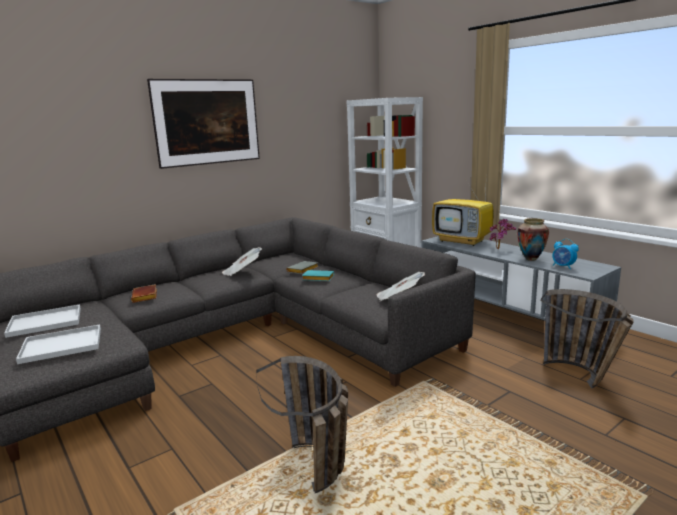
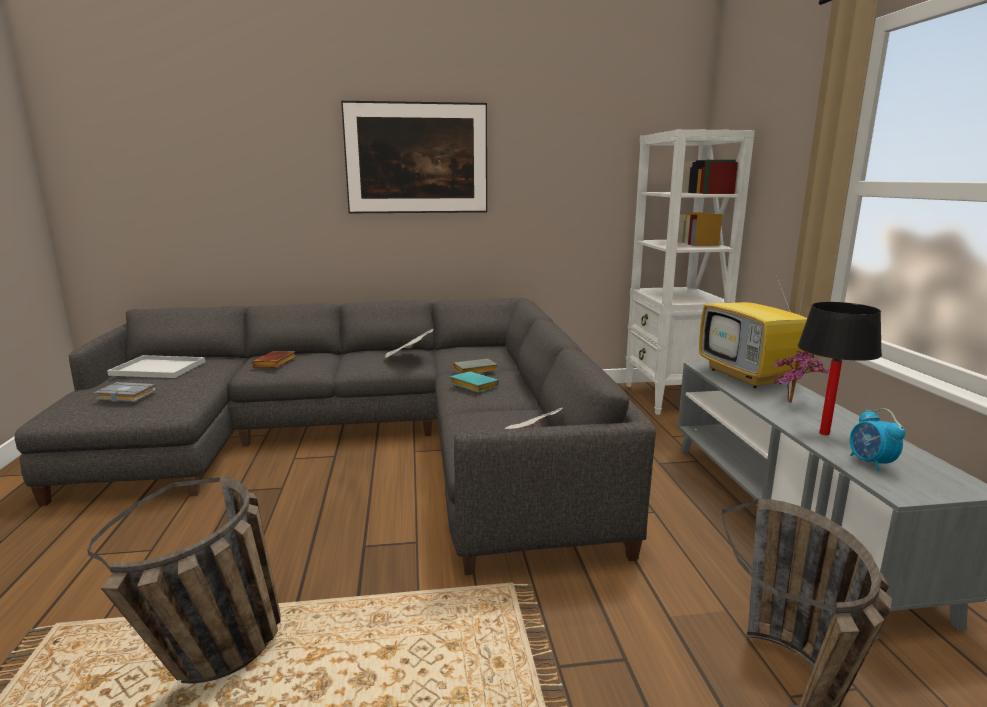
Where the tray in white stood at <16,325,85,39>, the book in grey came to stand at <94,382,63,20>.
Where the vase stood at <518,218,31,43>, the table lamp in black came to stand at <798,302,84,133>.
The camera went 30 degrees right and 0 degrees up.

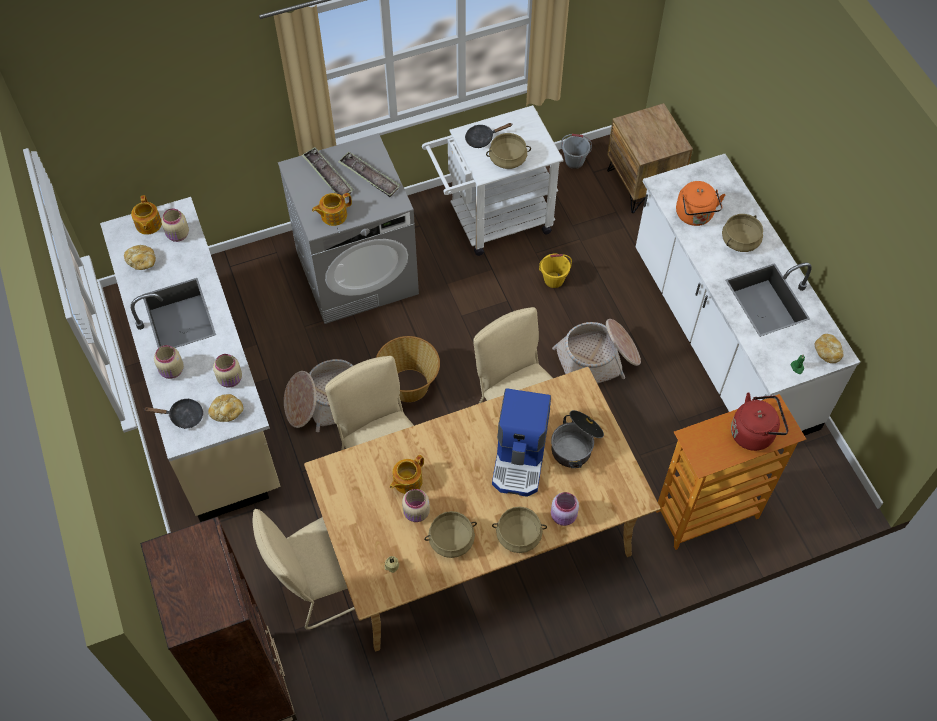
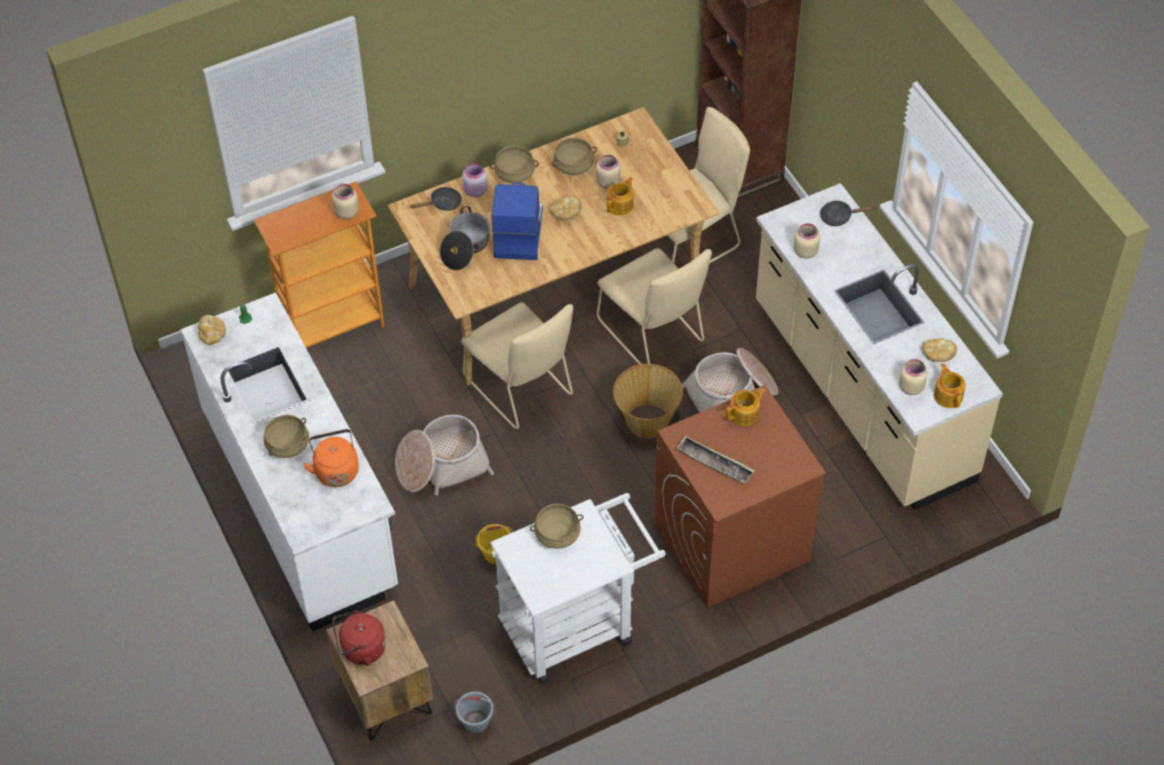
The jar in beige ended up elsewhere, having gone from <154,345,30,34> to <332,184,27,35>.
The bread ended up elsewhere, having gone from <208,394,35,28> to <550,196,32,25>.
What was the washing machine in grey at <278,133,141,191> turned into the washing machine in brown at <654,385,172,223>.
The second view lost the tray at <302,147,52,49>.
The frying pan in black ended up elsewhere, having gone from <465,123,47,25> to <411,187,51,24>.
The kettle in red ended up elsewhere, having gone from <731,392,58,59> to <332,610,54,56>.
The camera went 175 degrees right and 5 degrees down.

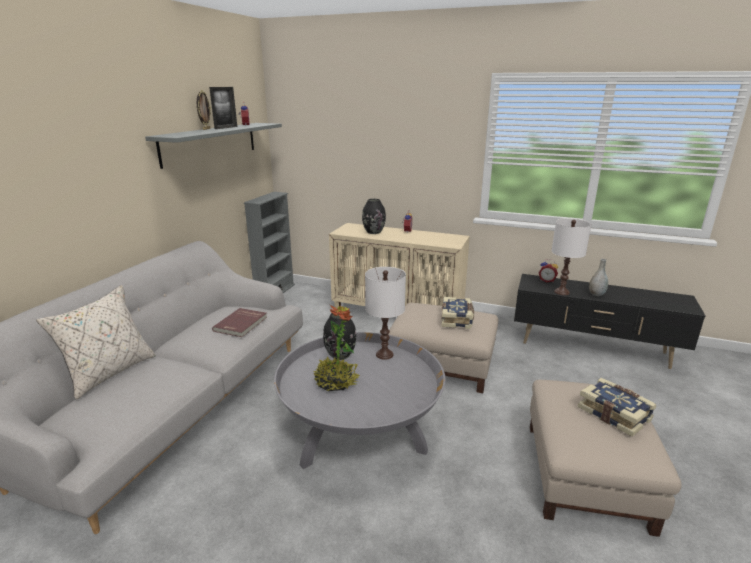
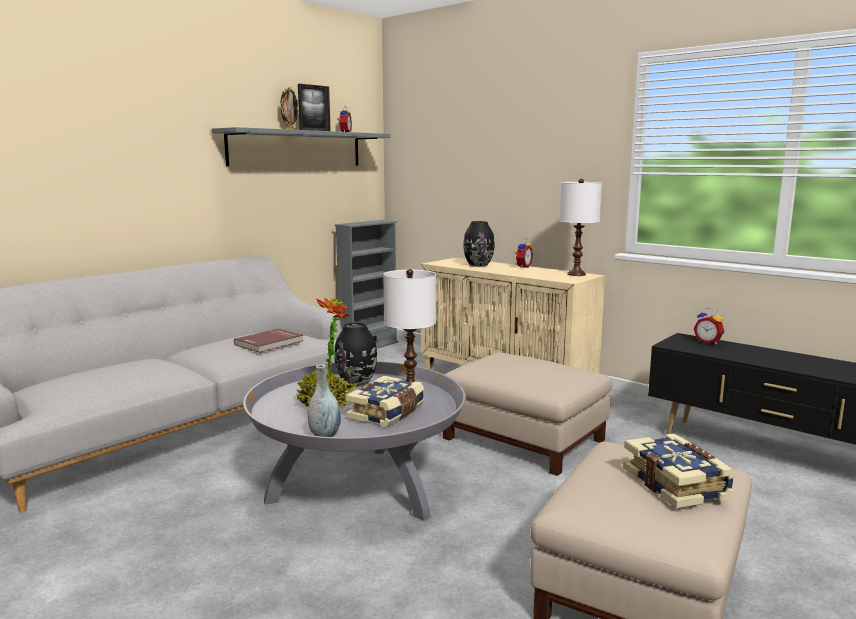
The second view lost the pillow in beige at <36,285,120,115>.
The book ended up elsewhere, having gone from <441,297,33,32> to <346,376,78,51>.
The table lamp in white ended up elsewhere, having gone from <552,218,39,77> to <559,179,43,97>.
The vase in grey ended up elsewhere, having gone from <589,259,19,37> to <308,364,33,73>.
The camera went 20 degrees right and 10 degrees down.

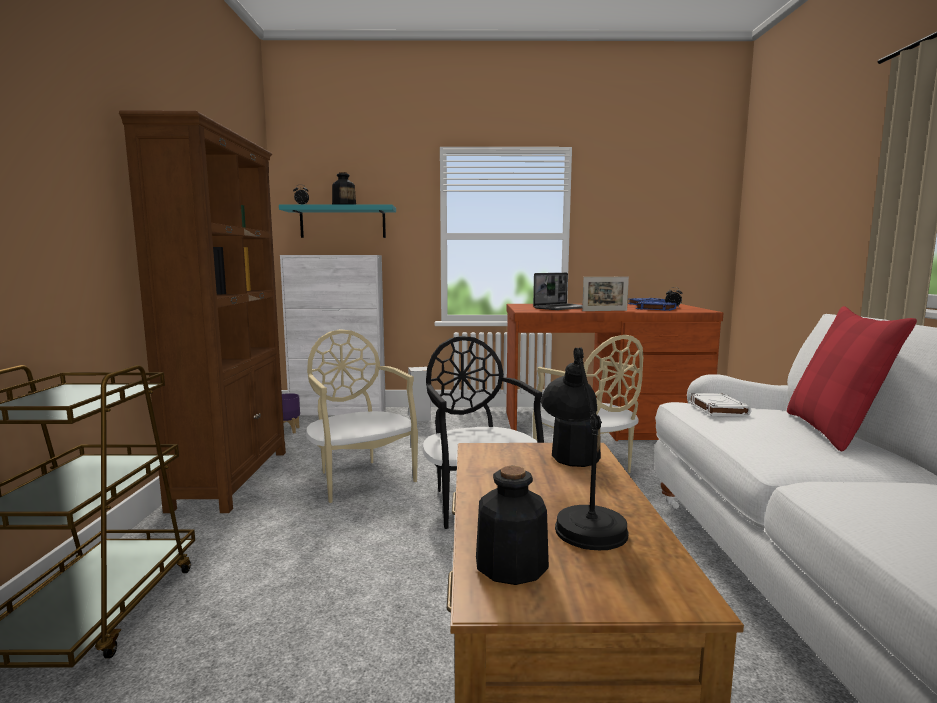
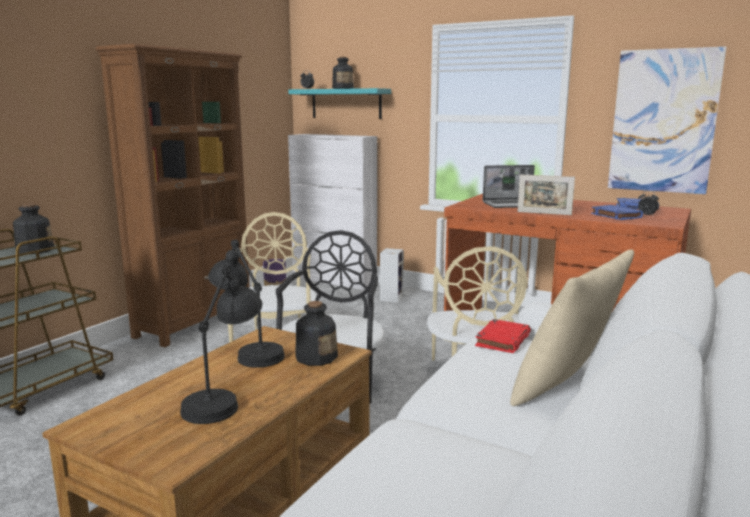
The bottle ended up elsewhere, having gone from <476,465,73,120> to <13,204,41,50>.
What was the book in white at <689,393,62,23> turned into the book in red at <475,319,56,34>.
What was the pillow in red at <787,306,130,145> turned into the pillow in beige at <510,249,124,157>.
The second view gained the table lamp in black at <208,240,77,128>.
The second view gained the picture at <608,47,118,147>.
The camera went 30 degrees right and 5 degrees up.

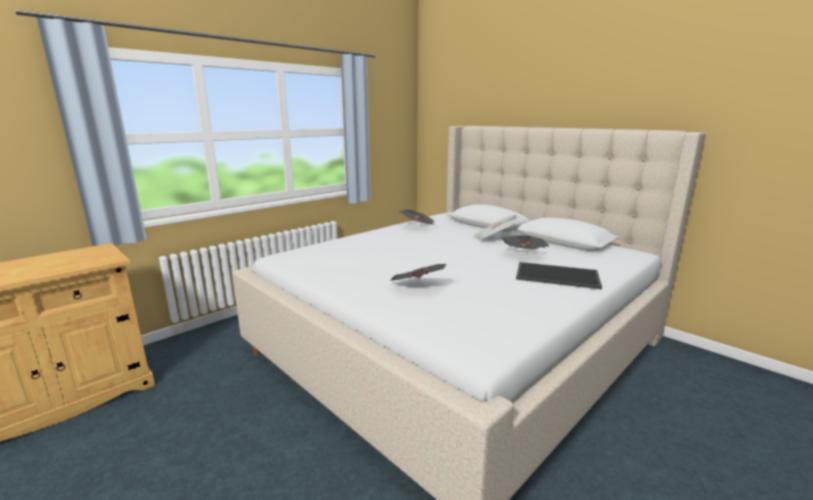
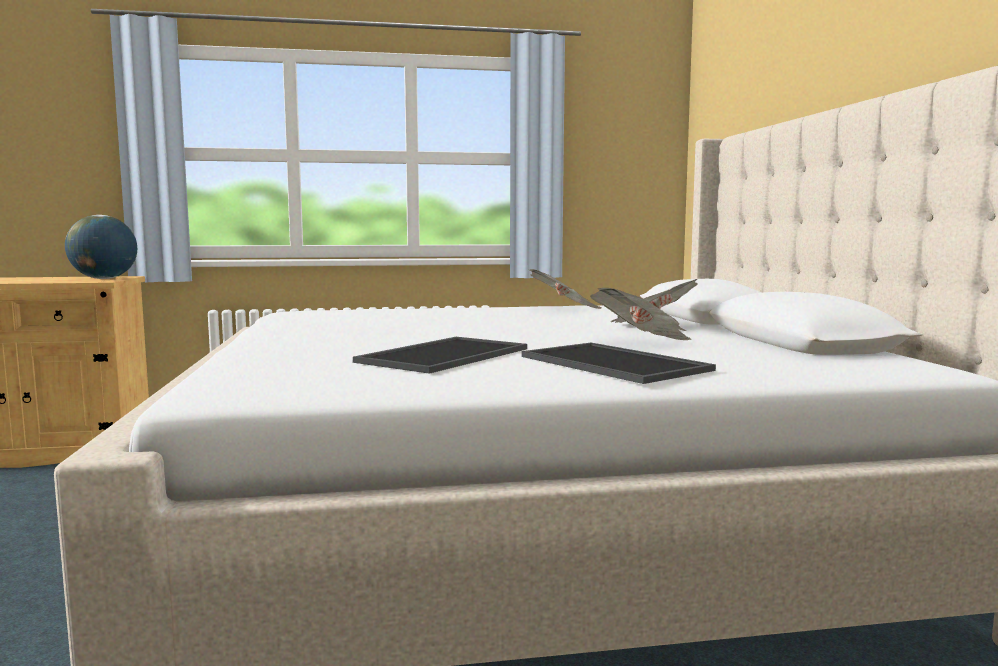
The second view lost the newspaper at <390,264,57,17>.
The second view gained the globe at <65,215,72,64>.
The second view gained the tray at <353,337,174,37>.
The camera went 35 degrees right and 10 degrees down.

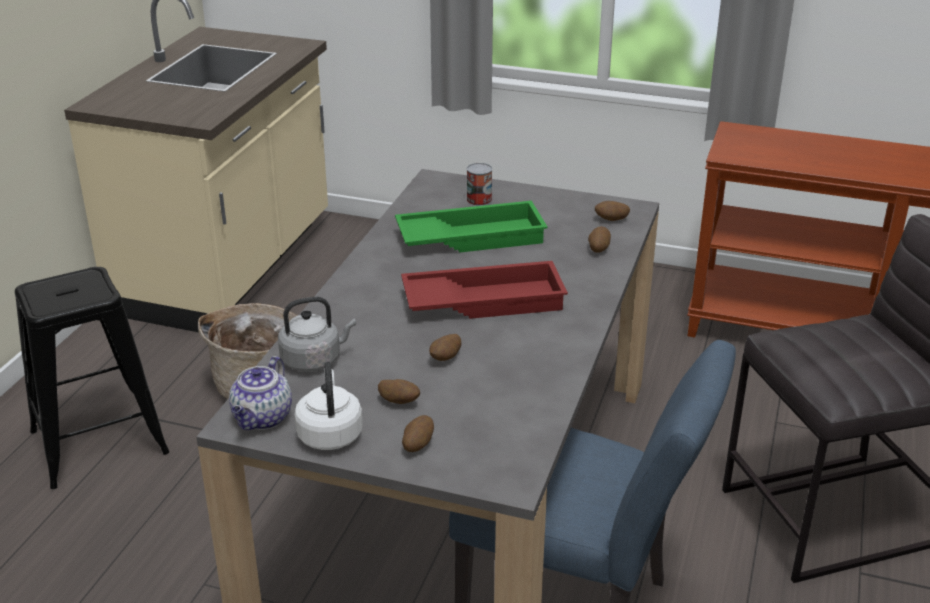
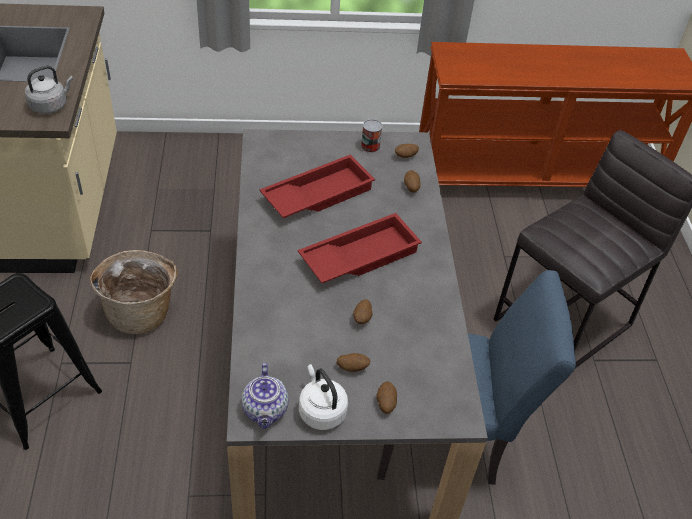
The kettle in grey ended up elsewhere, having gone from <278,297,78,75> to <25,65,48,49>.
What was the tray in green at <395,201,153,52> turned into the tray in red at <259,154,116,64>.
The can ended up elsewhere, having gone from <467,163,25,43> to <361,119,22,34>.
The camera went 25 degrees left and 15 degrees up.

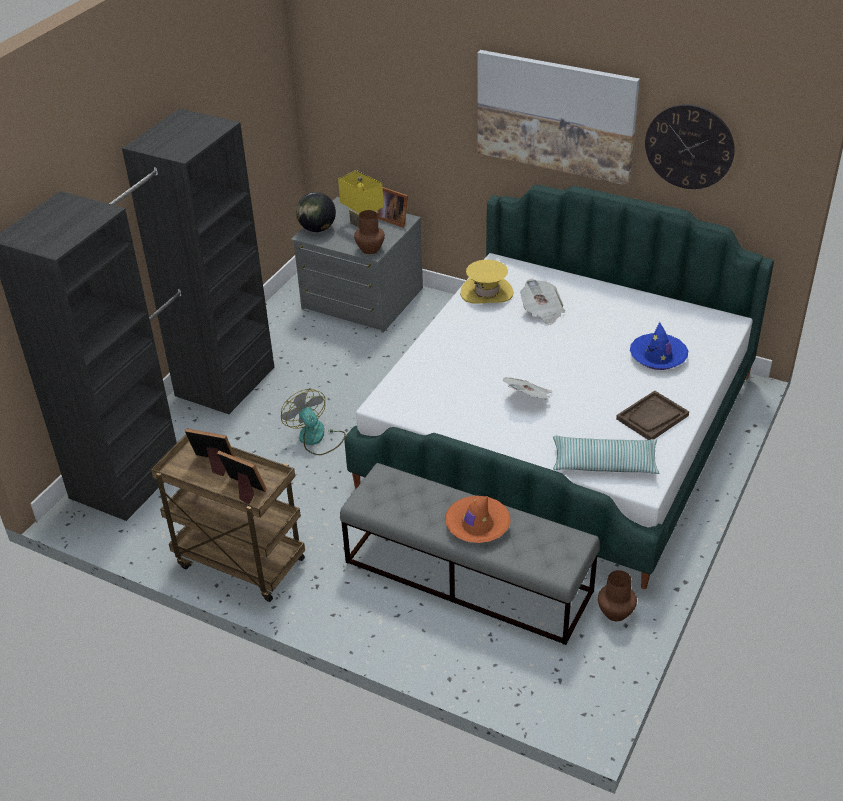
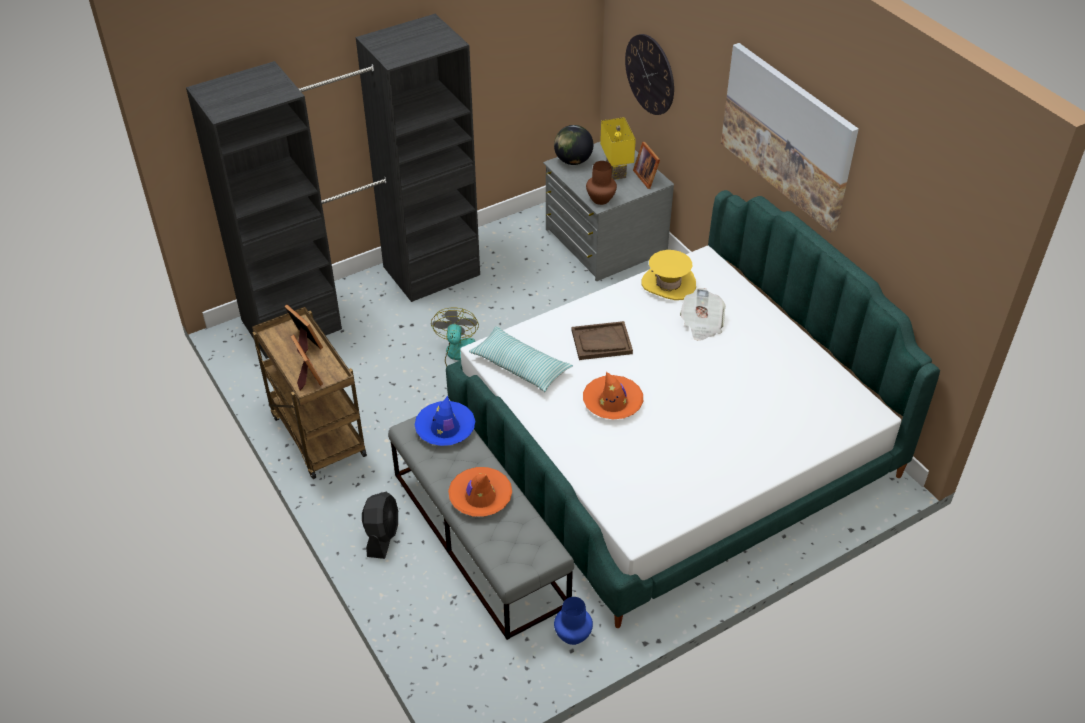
Where the newspaper stood at <503,377,49,23>, the hat in orange came to stand at <583,372,60,47>.
The pillow ended up elsewhere, having gone from <553,435,106,39> to <469,326,104,66>.
What was the vase in brown at <598,570,39,52> turned into the vase in blue at <554,597,39,48>.
The tray in brown ended up elsewhere, having gone from <616,391,73,49> to <572,321,61,39>.
The hat in blue ended up elsewhere, having gone from <630,322,58,48> to <415,396,60,50>.
The wall clock ended up elsewhere, having gone from <645,104,90,85> to <625,34,49,81>.
The second view gained the fan in black at <362,492,36,67>.
The camera went 30 degrees right and 5 degrees up.

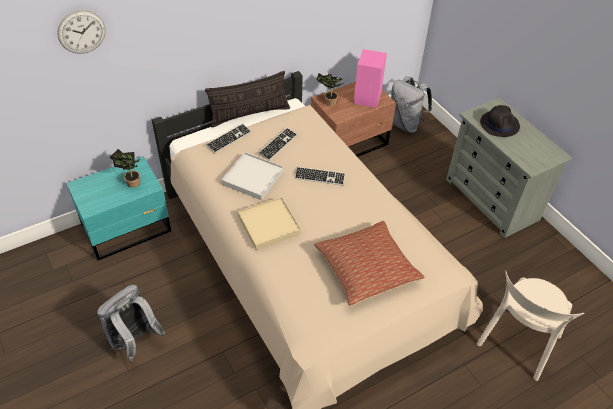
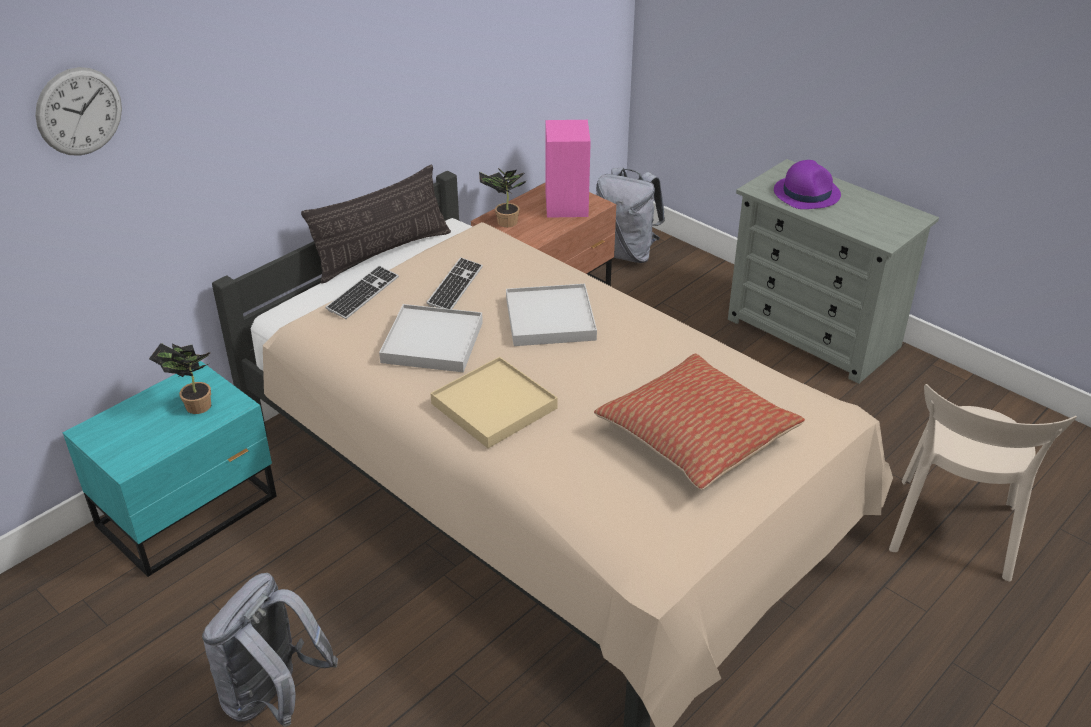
Where the keyboard stood at <295,167,51,19>, the tray in white came to stand at <506,284,91,62>.
What was the hat in black at <480,105,40,32> turned into the hat in purple at <774,160,67,49>.
The camera went 15 degrees left and 10 degrees down.

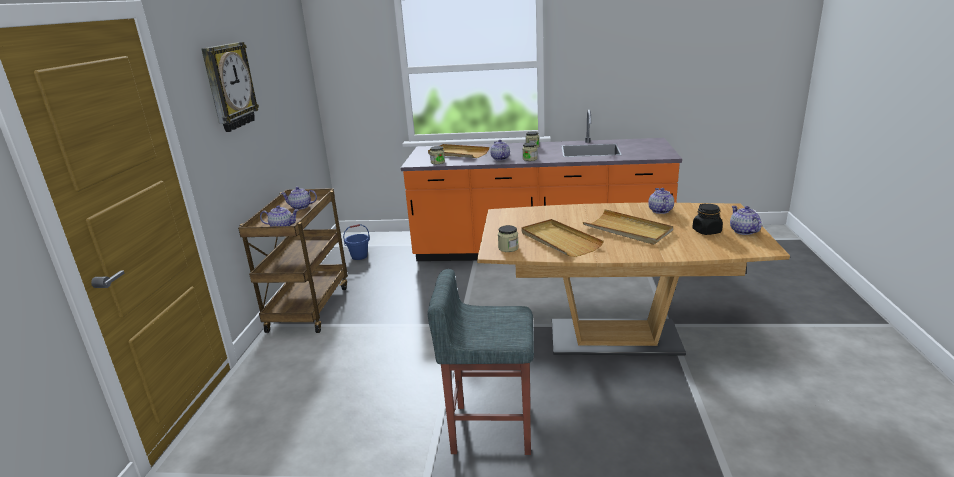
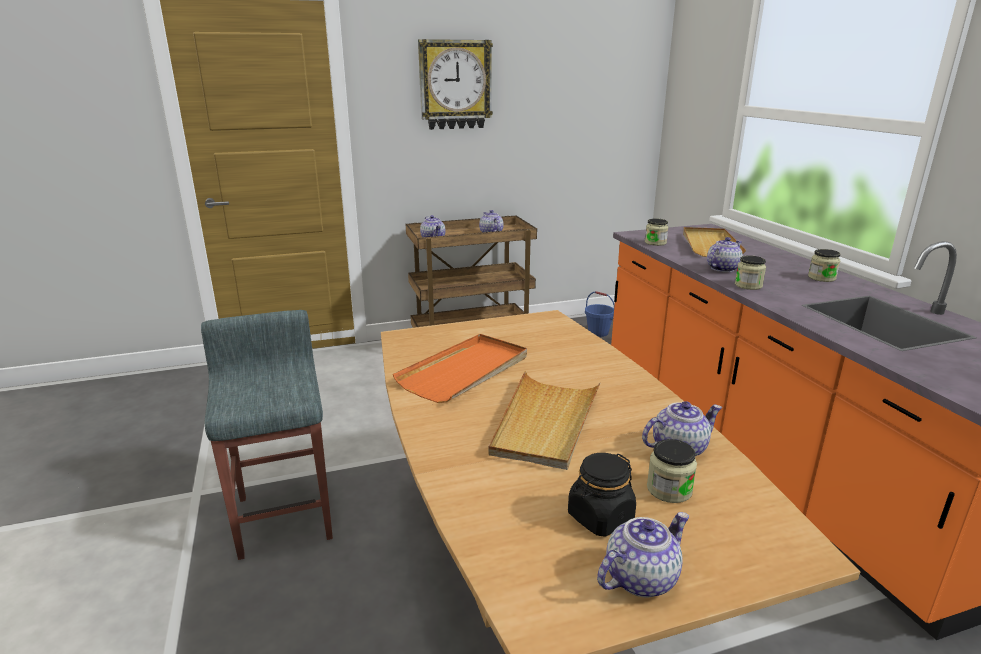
The jar ended up elsewhere, having gone from <498,225,21,27> to <647,439,50,64>.
What was the tray in beige at <521,219,83,38> turned into the tray in orange at <393,334,134,69>.
The camera went 65 degrees right and 0 degrees up.

